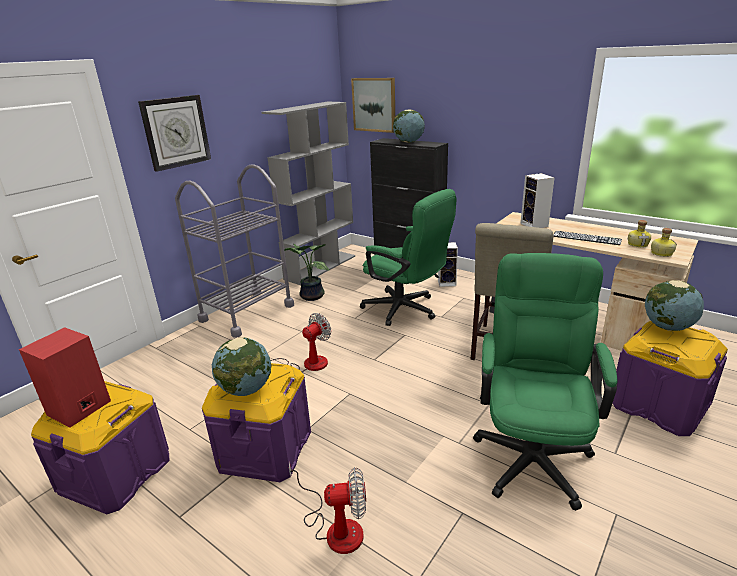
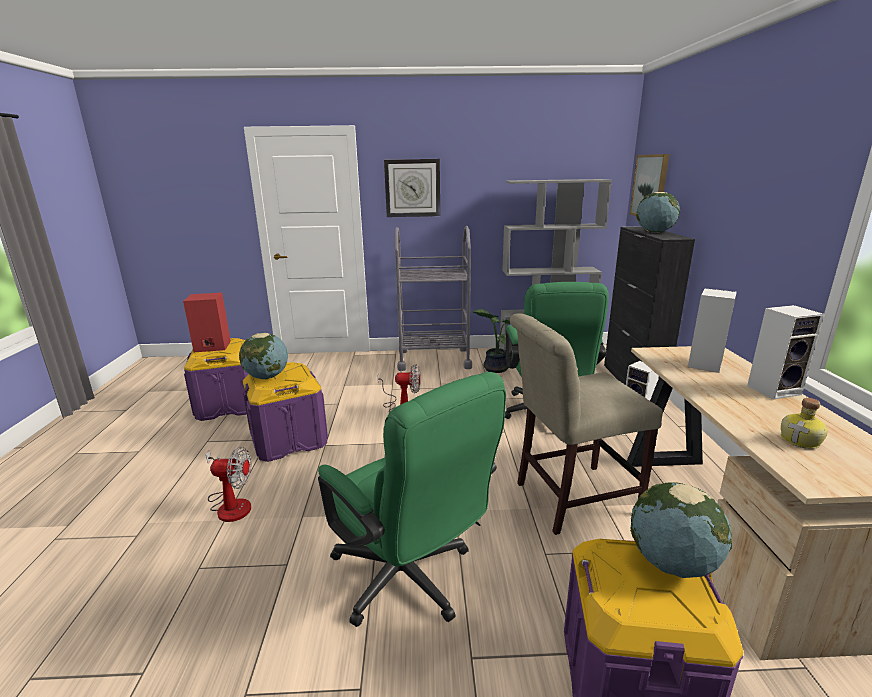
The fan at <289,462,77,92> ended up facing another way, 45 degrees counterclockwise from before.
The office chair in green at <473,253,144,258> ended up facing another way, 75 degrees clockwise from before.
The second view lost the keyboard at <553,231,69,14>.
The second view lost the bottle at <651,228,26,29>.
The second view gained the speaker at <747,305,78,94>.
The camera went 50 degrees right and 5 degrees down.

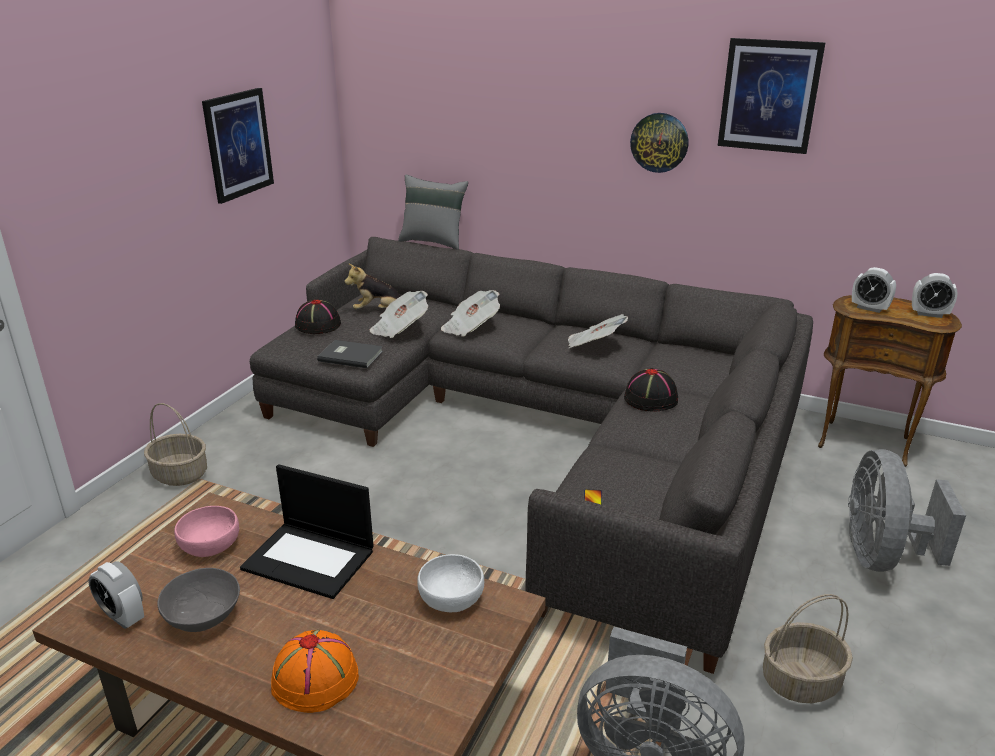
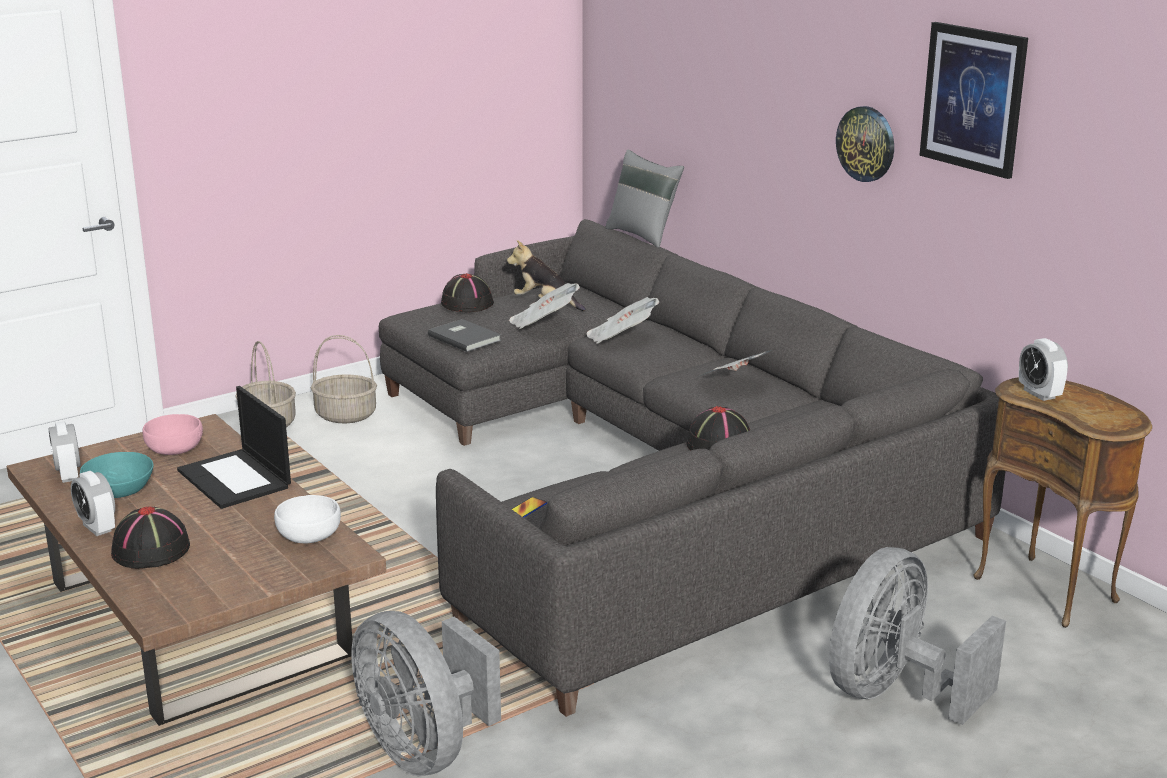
What was the bowl in grey at <157,568,83,64> turned into the bowl in turquoise at <80,452,74,46>.
The second view lost the picture at <202,88,72,116>.
What was the hat in orange at <271,630,88,83> turned into the hat in black at <111,506,79,63>.
The basket ended up elsewhere, having gone from <763,594,90,109> to <311,335,66,88>.
The alarm clock ended up elsewhere, having gone from <912,273,46,45> to <71,471,44,65>.
The camera went 30 degrees right and 5 degrees down.

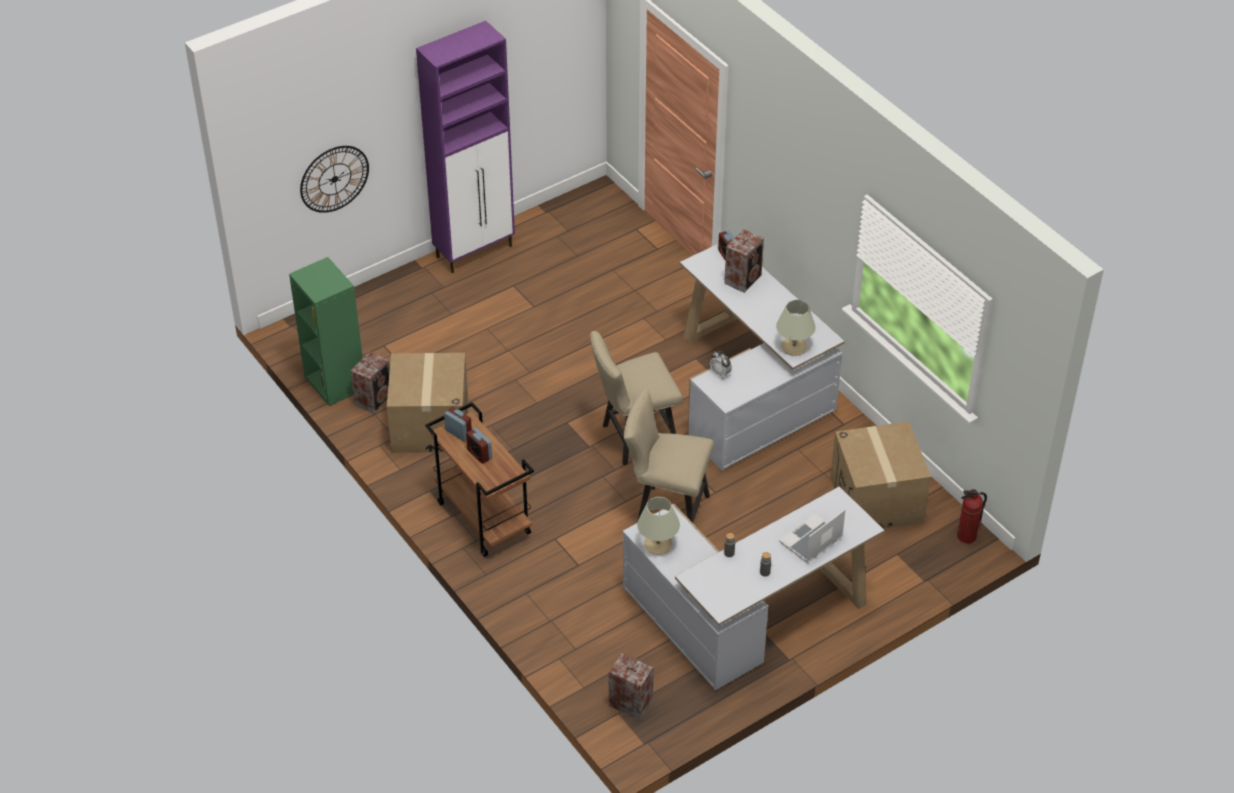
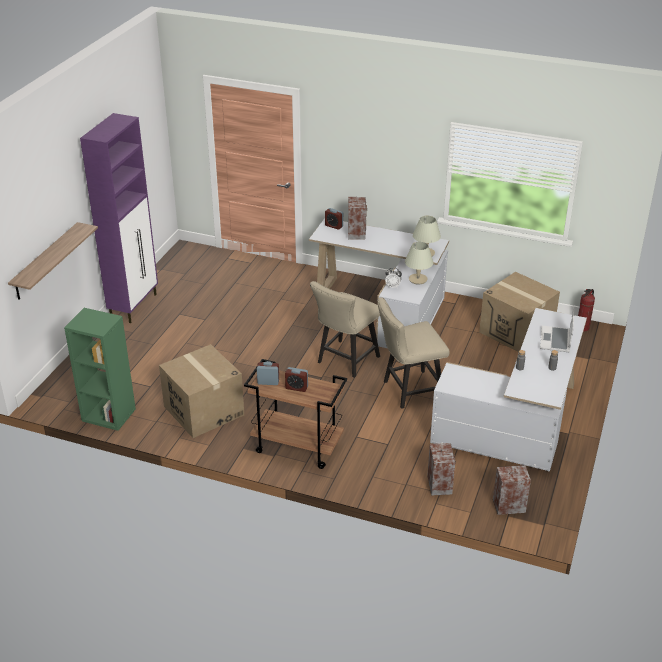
Where the wall clock hung at <300,146,69,67>, the shelf came to hang at <8,222,90,78>.
The speaker ended up elsewhere, having gone from <351,351,39,63> to <427,443,29,53>.
The table lamp in beige ended up elsewhere, having gone from <637,497,43,58> to <405,242,28,42>.
The camera went 35 degrees left and 10 degrees down.

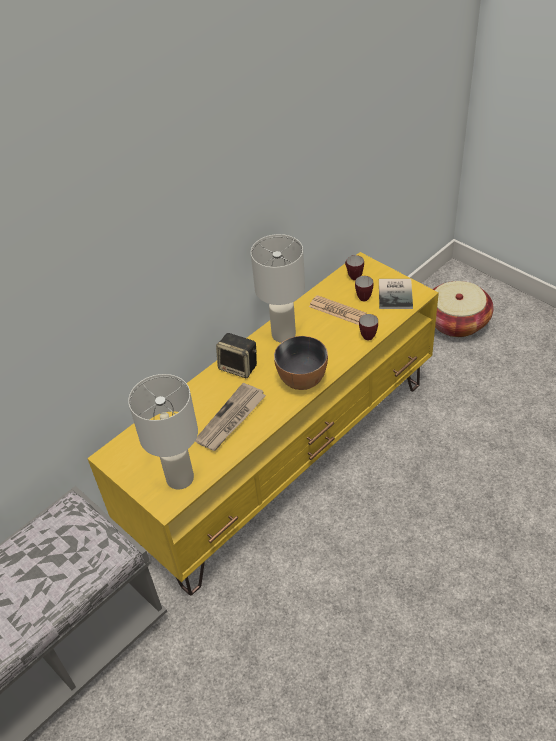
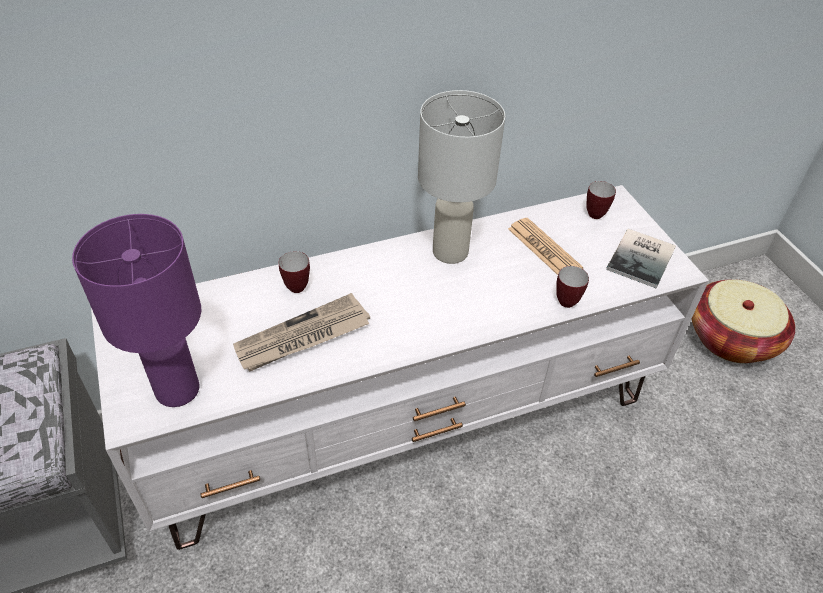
What was the tv stand in yellow at <87,252,352,344> turned into the tv stand in white at <91,185,618,365>.
What was the table lamp in white at <128,374,70,116> turned into the table lamp in purple at <72,214,129,193>.
The second view lost the speaker at <216,333,41,45>.
The second view lost the bowl at <274,336,54,54>.
The mug ended up elsewhere, having gone from <355,276,18,25> to <278,251,32,42>.
The camera went 20 degrees right and 0 degrees up.

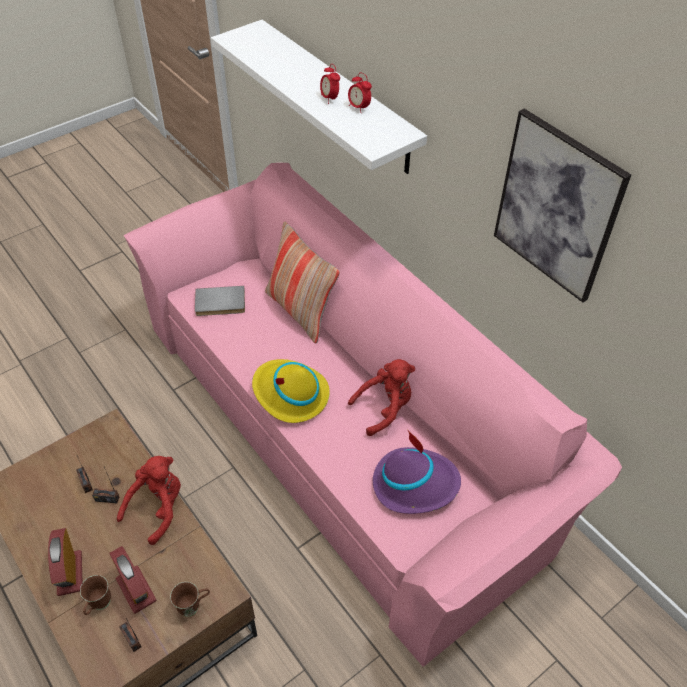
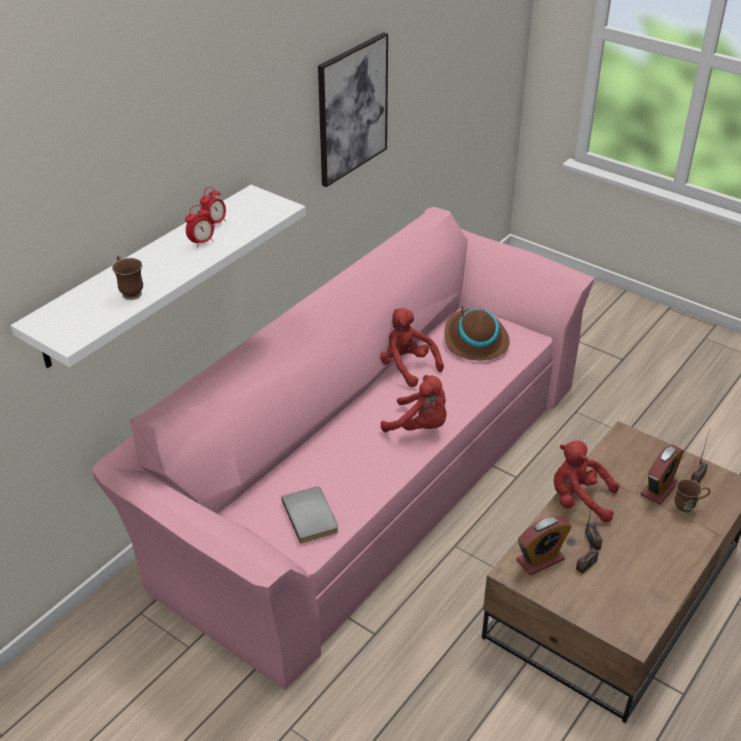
The alarm clock ended up elsewhere, having gone from <48,528,34,68> to <517,516,55,59>.
The mug in brown ended up elsewhere, having gone from <170,582,40,35> to <112,256,31,44>.
Where the hat in yellow stood at <252,359,78,64>, the plush toy in red came to stand at <381,375,65,57>.
The second view lost the pillow at <265,221,75,122>.
What was the hat in purple at <373,430,88,84> turned into the hat in brown at <444,306,66,54>.
The camera went 105 degrees left and 10 degrees down.

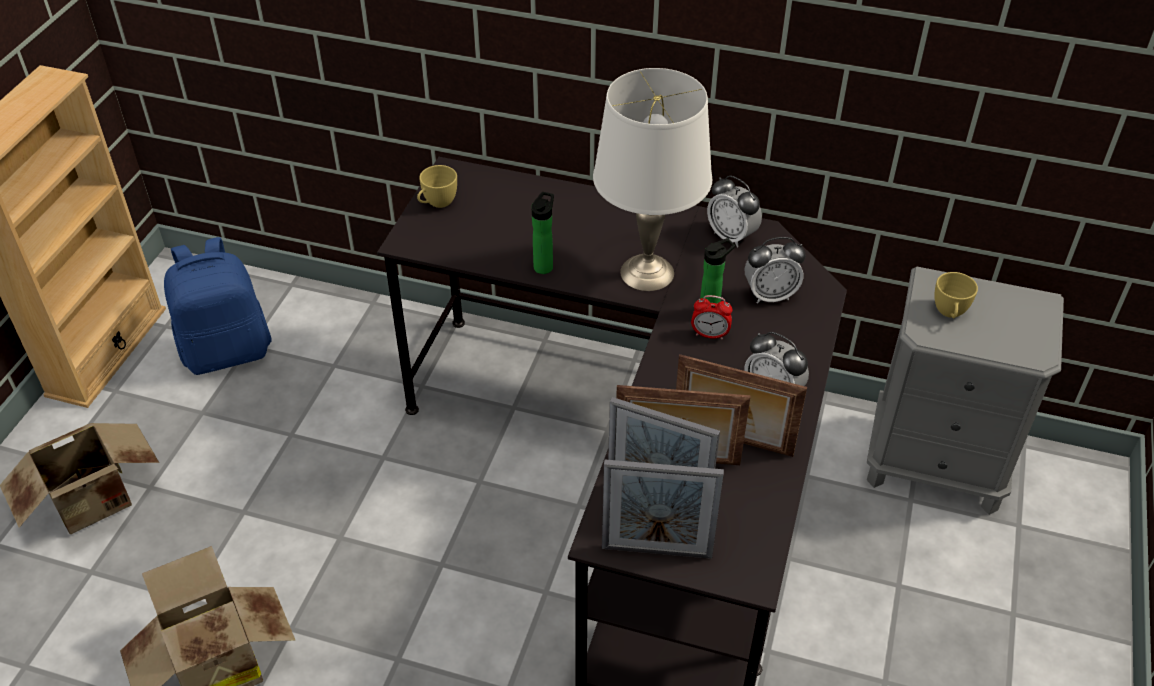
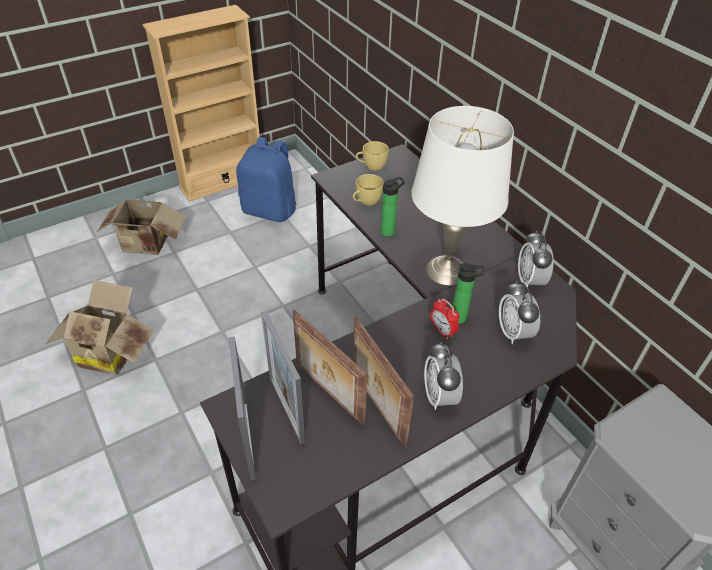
The picture frame at <602,459,122,100> ended up facing another way, 150 degrees counterclockwise from before.
The alarm clock at <745,237,61,67> ended up facing another way, 45 degrees clockwise from before.
The cup in yellow ended up elsewhere, having gone from <934,272,44,46> to <353,174,31,32>.
The camera went 40 degrees right and 0 degrees up.

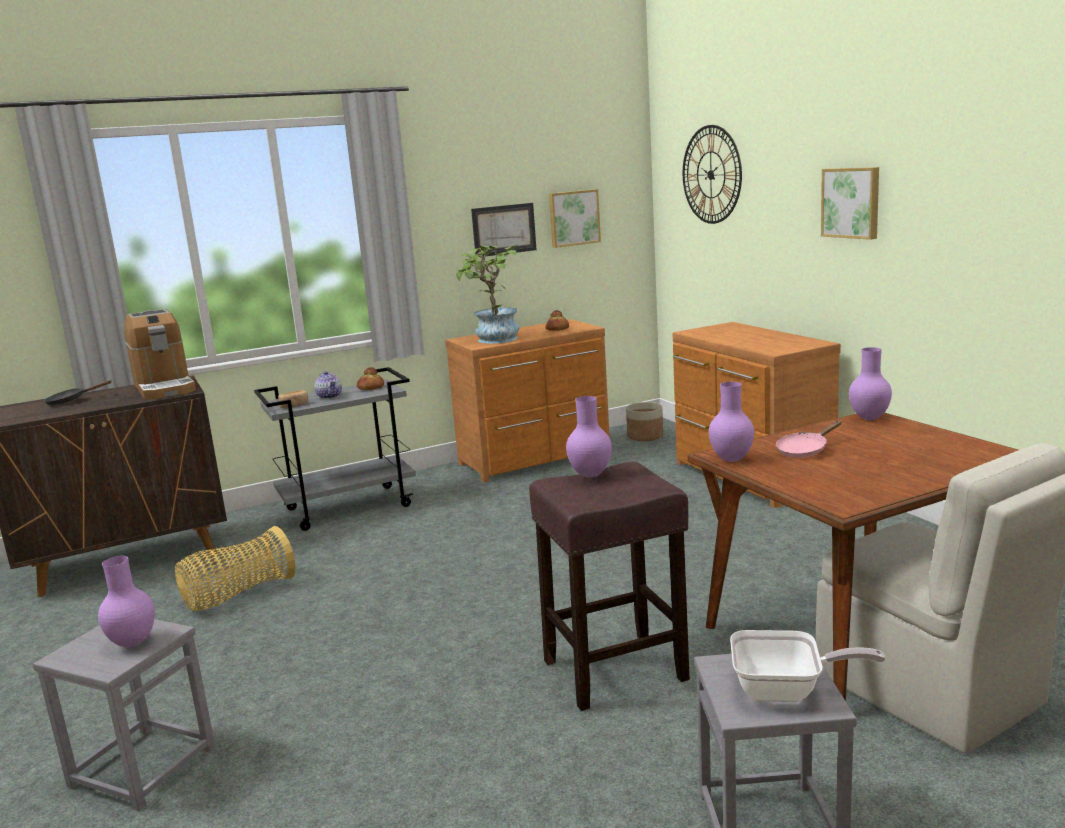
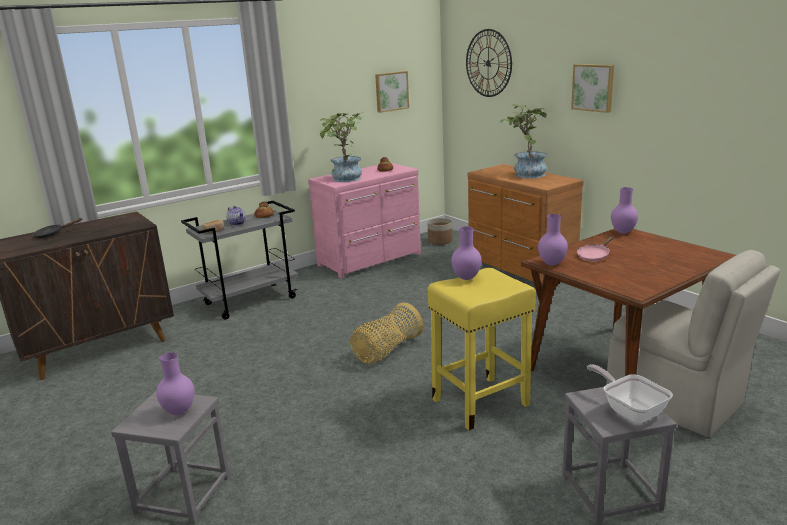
The second view lost the coffee machine at <124,309,72,91>.
The basket ended up elsewhere, having gone from <175,526,121,85> to <350,302,73,62>.
What was the dresser in brown at <445,319,165,163> turned into the dresser in pink at <308,162,113,116>.
The second view lost the picture at <471,203,66,54>.
What was the stool in brown at <529,462,161,249> turned into the stool in yellow at <428,267,108,163>.
The frying pan at <730,630,156,72> ended up facing another way, 120 degrees counterclockwise from before.
The second view gained the potted plant at <500,104,51,74>.
The camera went 10 degrees left and 5 degrees up.

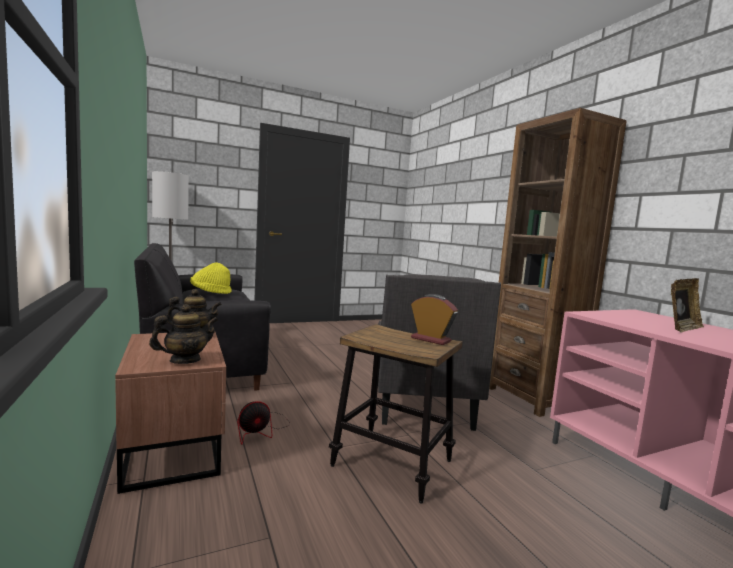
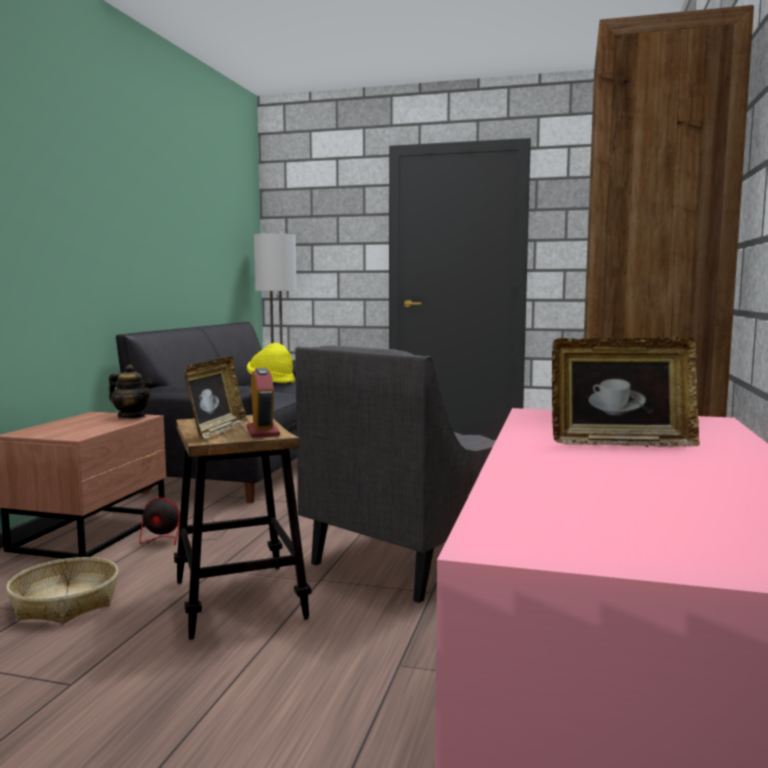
The second view lost the teapot at <149,304,69,60>.
The second view gained the basket at <6,557,112,66>.
The second view gained the picture frame at <184,356,64,83>.
The camera went 40 degrees right and 0 degrees up.

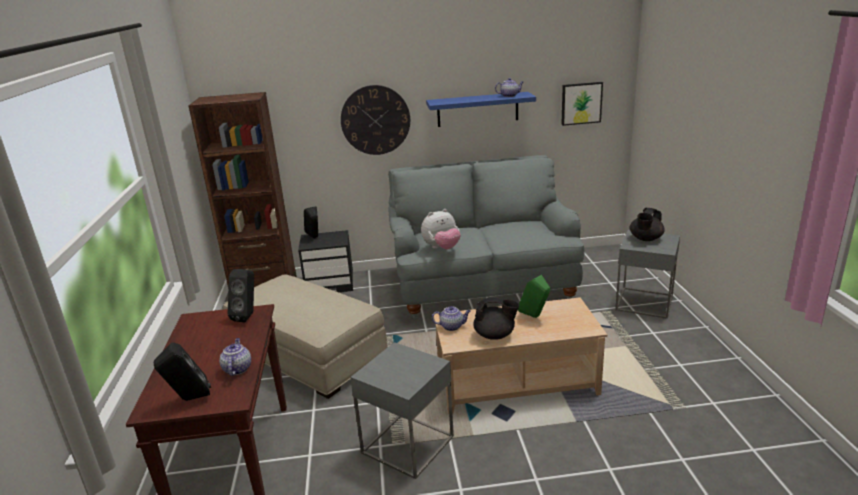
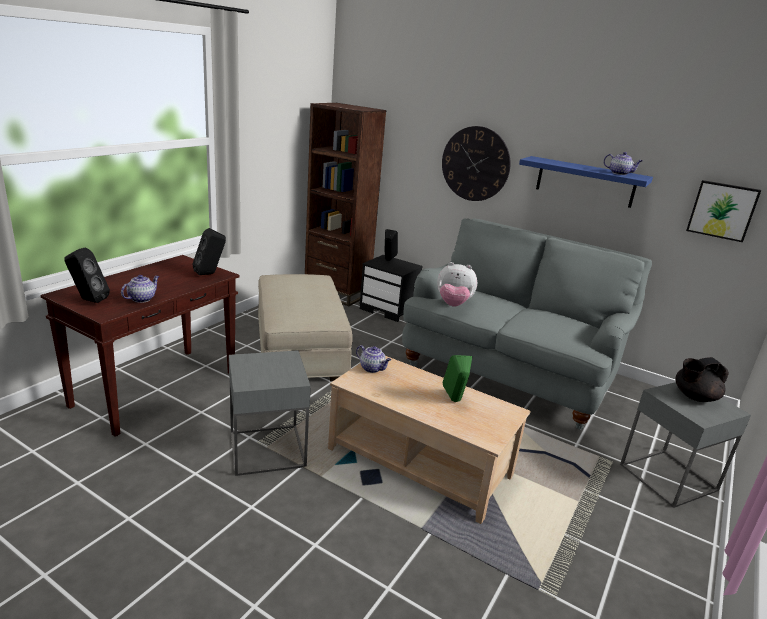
The second view lost the teapot in black at <473,297,46,43>.
The camera went 35 degrees right and 0 degrees up.

